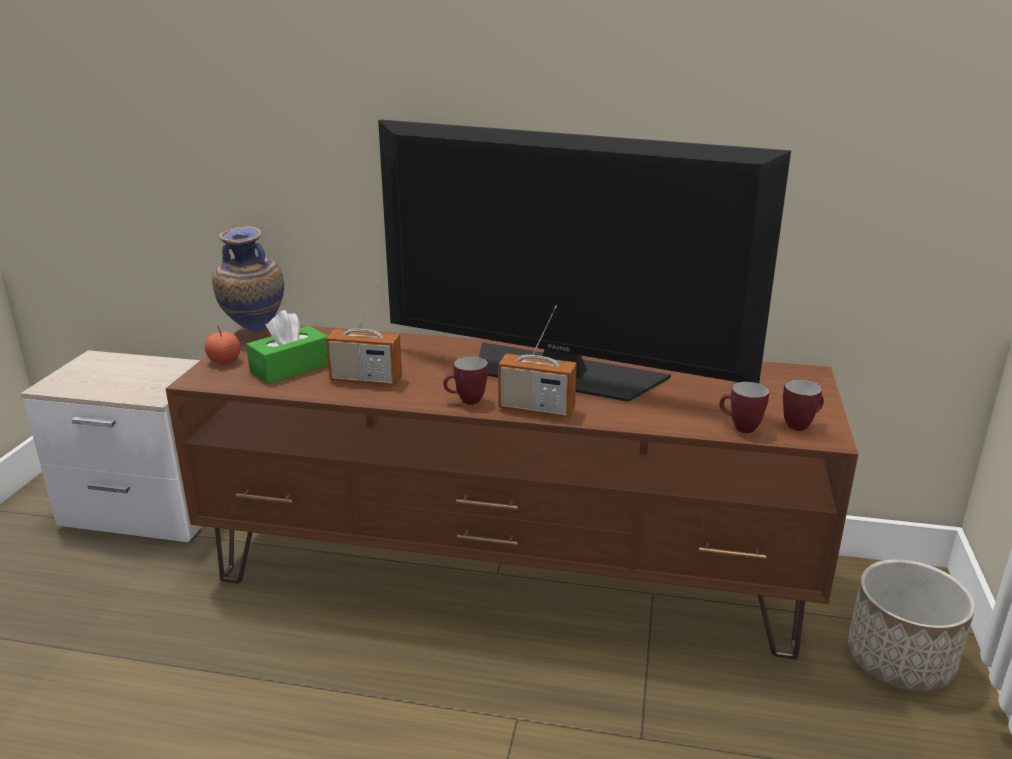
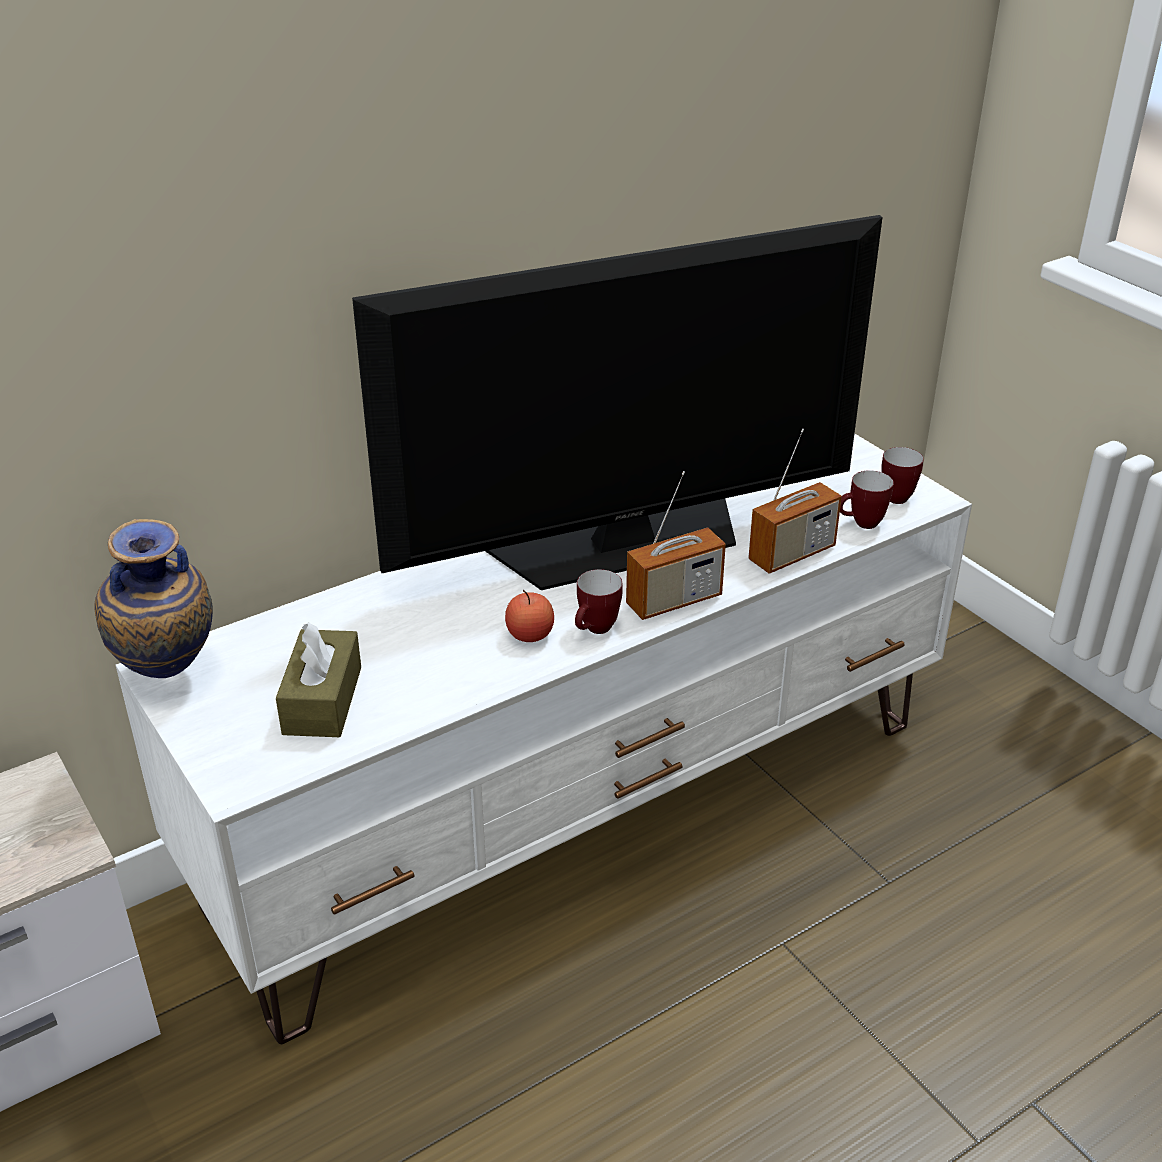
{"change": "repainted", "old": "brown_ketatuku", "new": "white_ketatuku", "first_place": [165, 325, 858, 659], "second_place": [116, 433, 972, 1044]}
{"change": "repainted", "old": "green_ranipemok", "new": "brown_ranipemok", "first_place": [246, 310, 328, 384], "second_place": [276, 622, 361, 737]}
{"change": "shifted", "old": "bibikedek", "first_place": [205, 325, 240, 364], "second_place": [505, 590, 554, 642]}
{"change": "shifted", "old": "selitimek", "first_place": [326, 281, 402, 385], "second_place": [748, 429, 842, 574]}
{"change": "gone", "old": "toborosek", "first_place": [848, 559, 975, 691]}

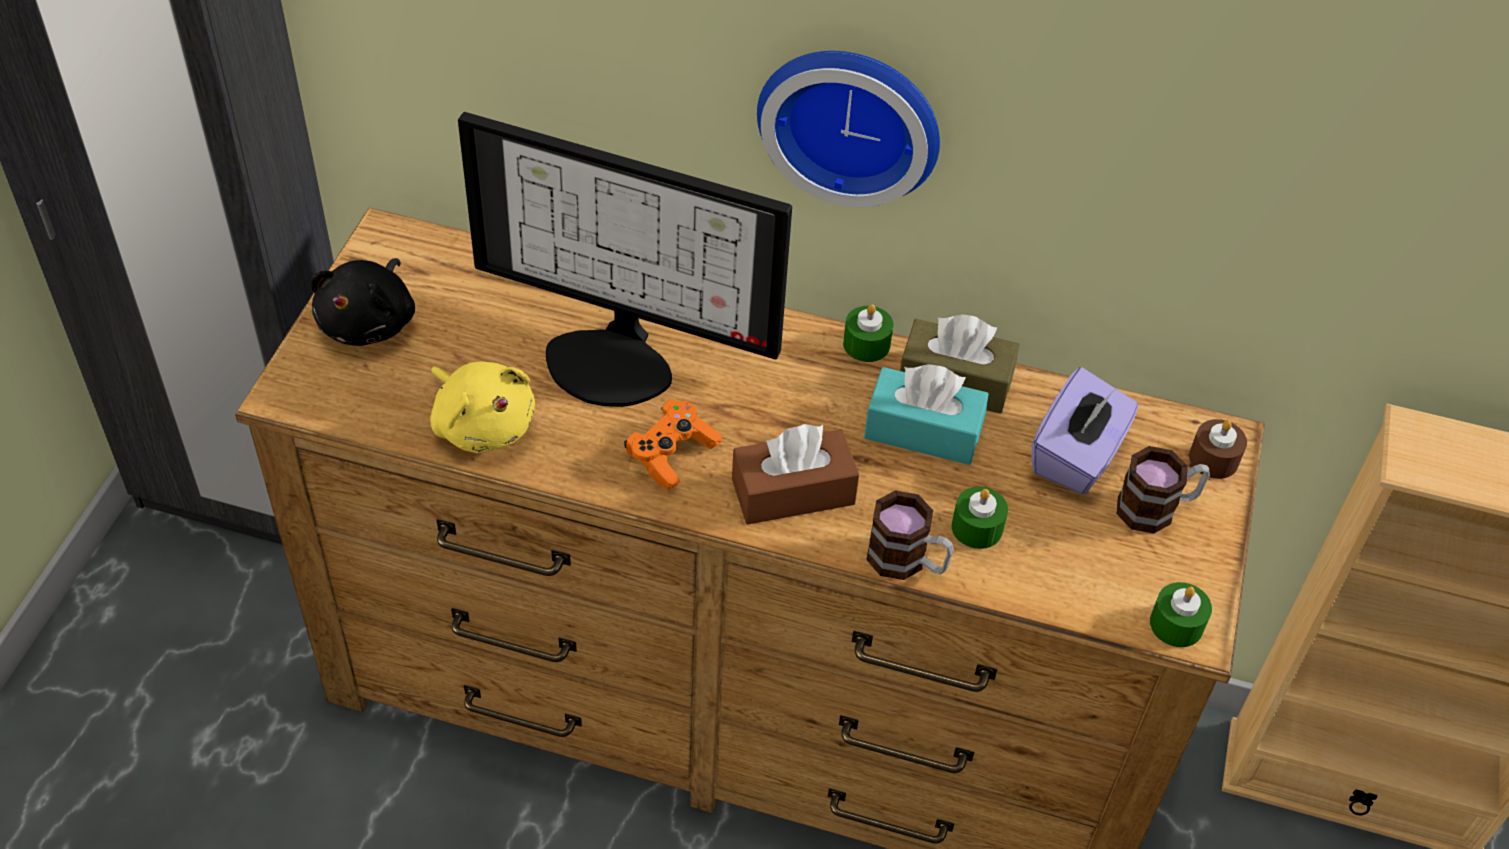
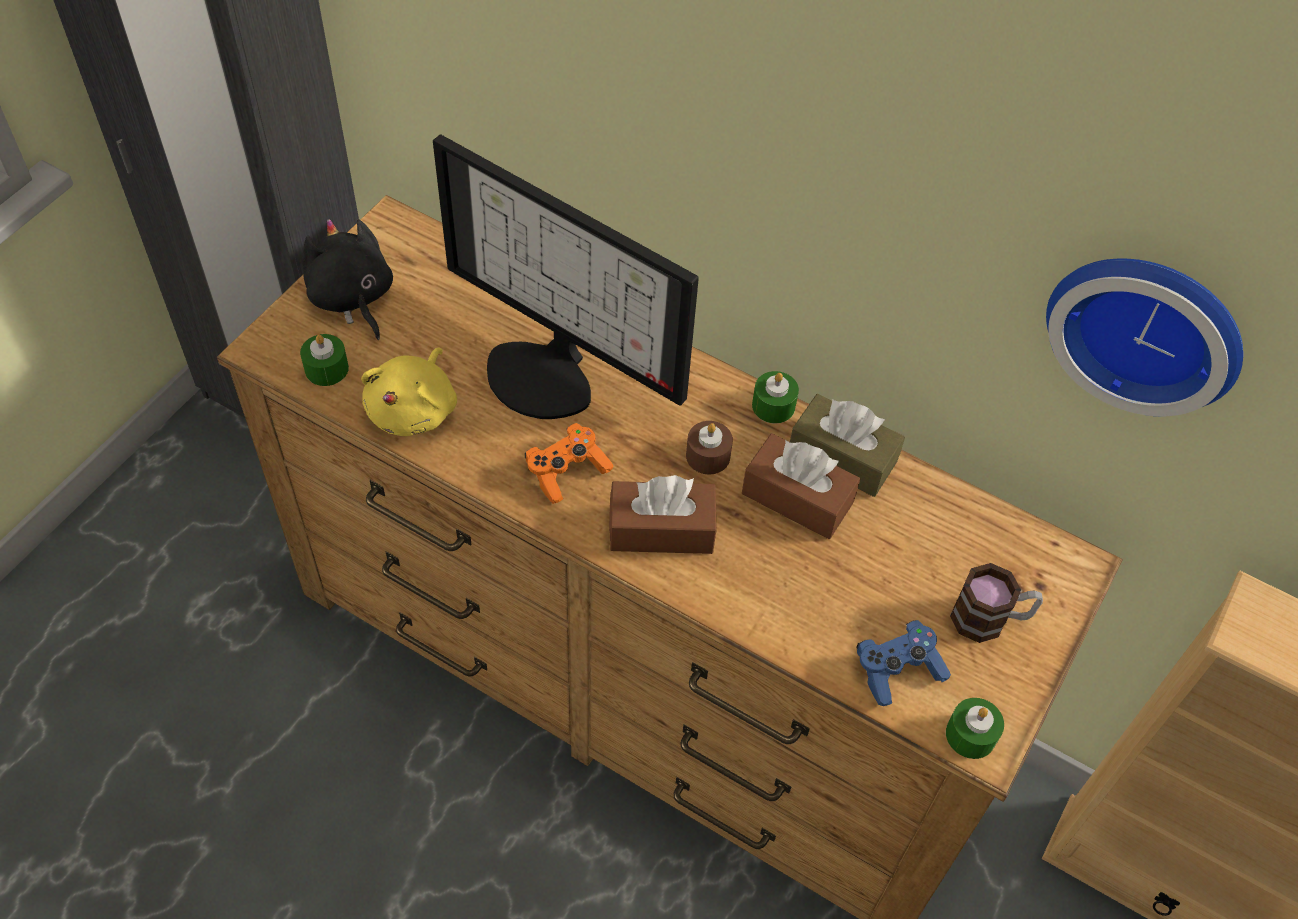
{"change": "shifted", "old": "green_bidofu", "first_place": [952, 487, 1008, 549], "second_place": [300, 334, 349, 386]}
{"change": "rotated", "old": "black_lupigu", "first_place": [310, 258, 415, 346], "second_place": [302, 219, 393, 340], "degrees": 120}
{"change": "rotated", "old": "yellow_lupigu", "first_place": [430, 361, 535, 453], "second_place": [361, 348, 457, 436], "degrees": 45}
{"change": "shifted", "old": "brown_bidofu", "first_place": [1189, 419, 1247, 479], "second_place": [686, 421, 733, 474]}
{"change": "repainted", "old": "turquoise_ranipemok", "new": "brown_ranipemok", "first_place": [864, 364, 989, 465], "second_place": [742, 433, 860, 539]}
{"change": "new", "new": "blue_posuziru", "second_place": [856, 620, 951, 706]}
{"change": "shifted", "old": "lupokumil", "first_place": [757, 51, 940, 207], "second_place": [1046, 259, 1243, 416]}
{"change": "gone", "old": "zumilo", "first_place": [866, 490, 954, 580]}
{"change": "gone", "old": "purple_ranipemok", "first_place": [1031, 367, 1139, 495]}

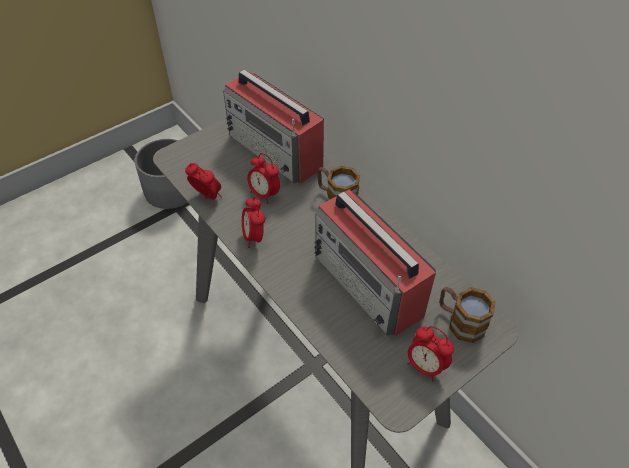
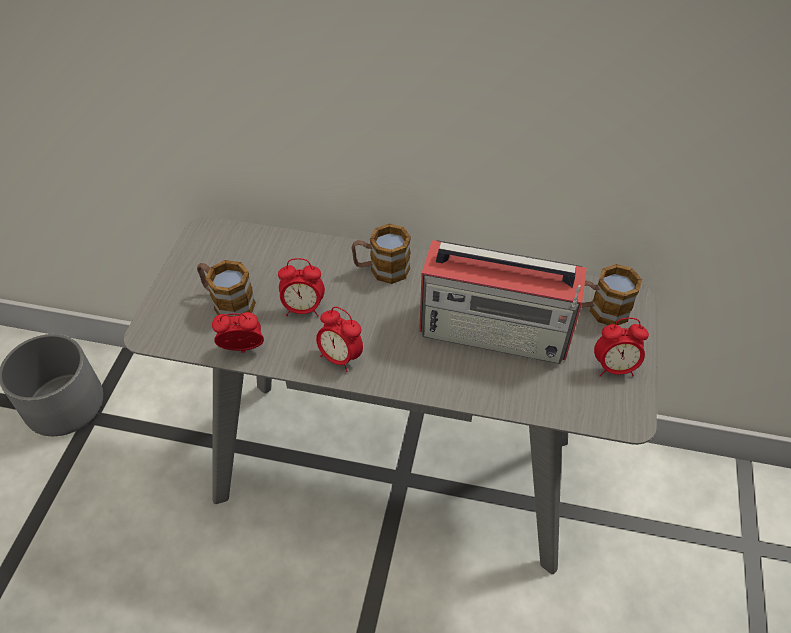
{"change": "new", "new": "zumilo", "second_place": [197, 260, 256, 317]}
{"change": "gone", "old": "selitimek", "first_place": [223, 69, 324, 184]}

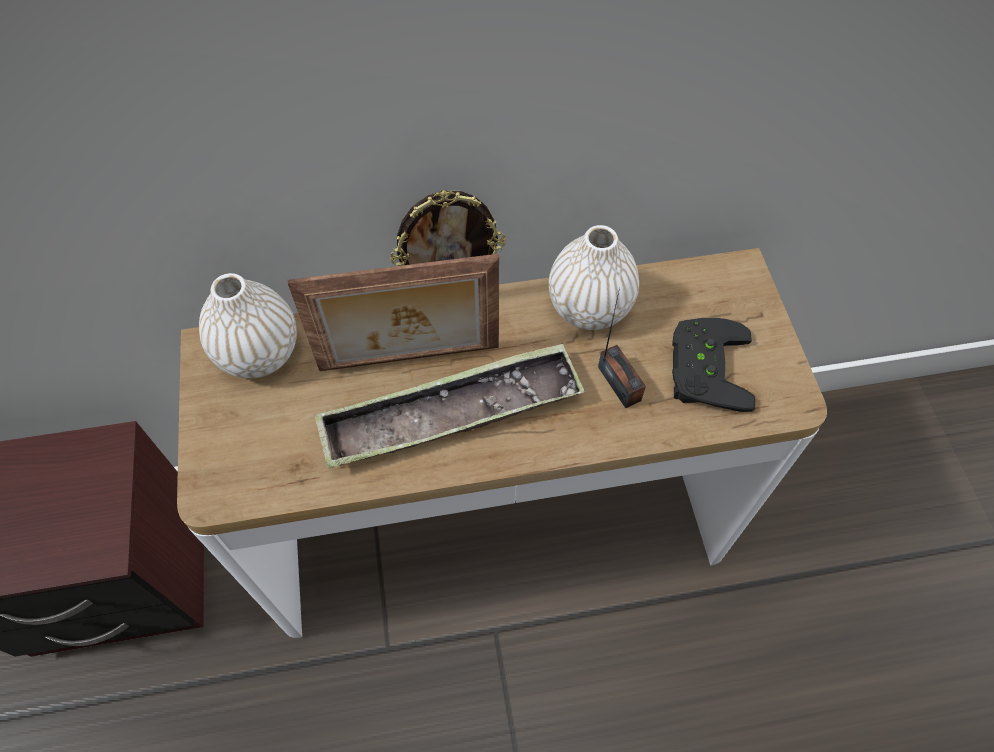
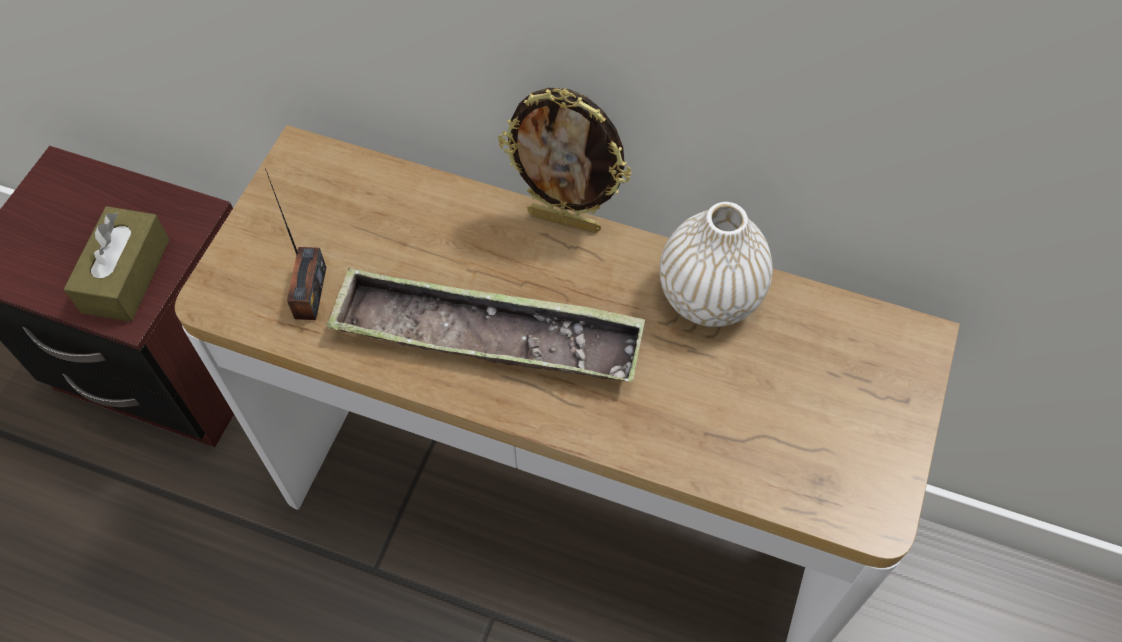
{"change": "new", "new": "brown_ranipemok", "second_place": [64, 206, 170, 322]}
{"change": "shifted", "old": "selitimek", "first_place": [598, 287, 646, 409], "second_place": [265, 168, 326, 320]}
{"change": "gone", "old": "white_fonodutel", "first_place": [199, 273, 297, 378]}
{"change": "gone", "old": "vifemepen", "first_place": [288, 254, 499, 371]}
{"change": "gone", "old": "black_posuziru", "first_place": [672, 318, 755, 412]}

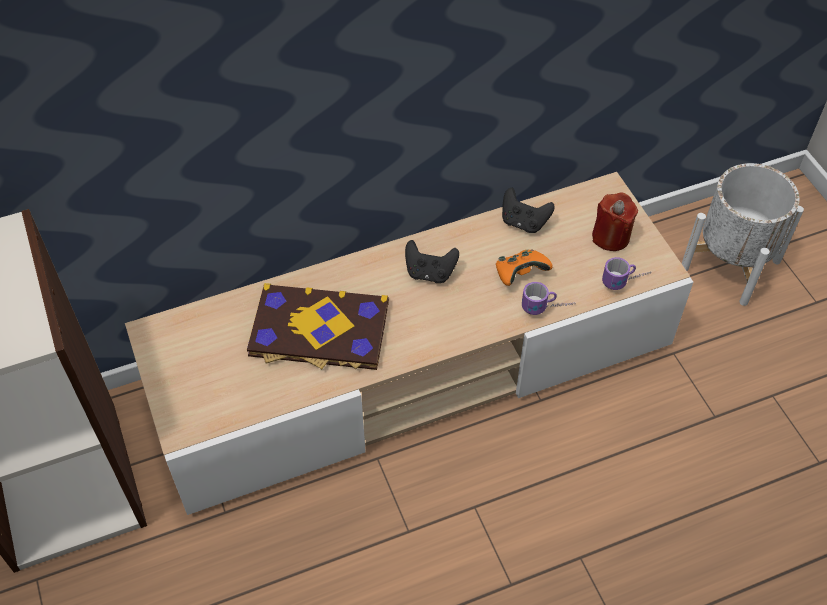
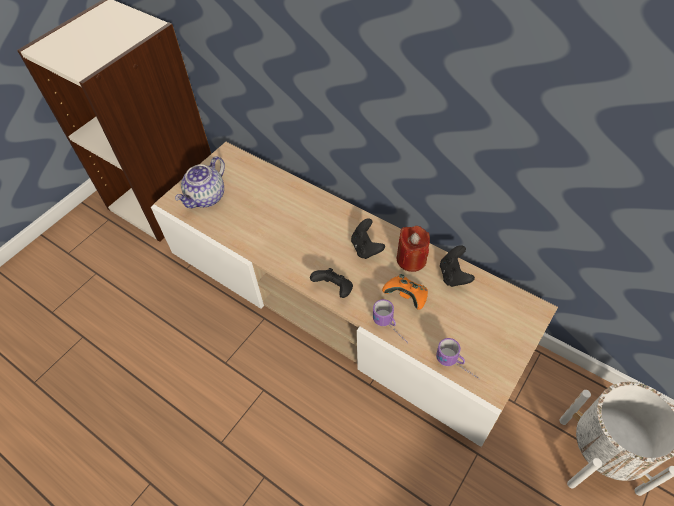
{"change": "new", "new": "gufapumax", "second_place": [175, 156, 225, 208]}
{"change": "new", "new": "black_posuziru", "second_place": [310, 268, 353, 298]}
{"change": "shifted", "old": "red_bidofu", "first_place": [592, 192, 638, 251], "second_place": [397, 226, 430, 272]}
{"change": "gone", "old": "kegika", "first_place": [247, 283, 389, 370]}

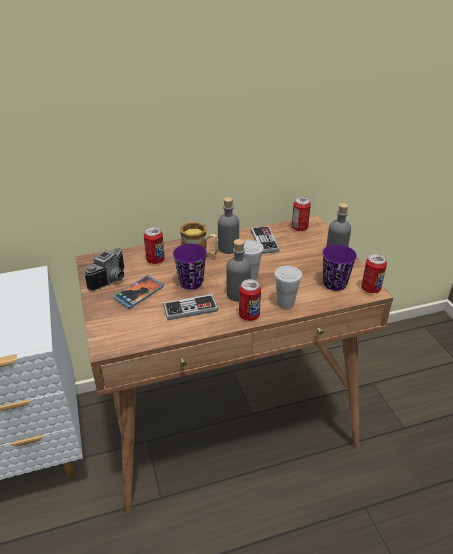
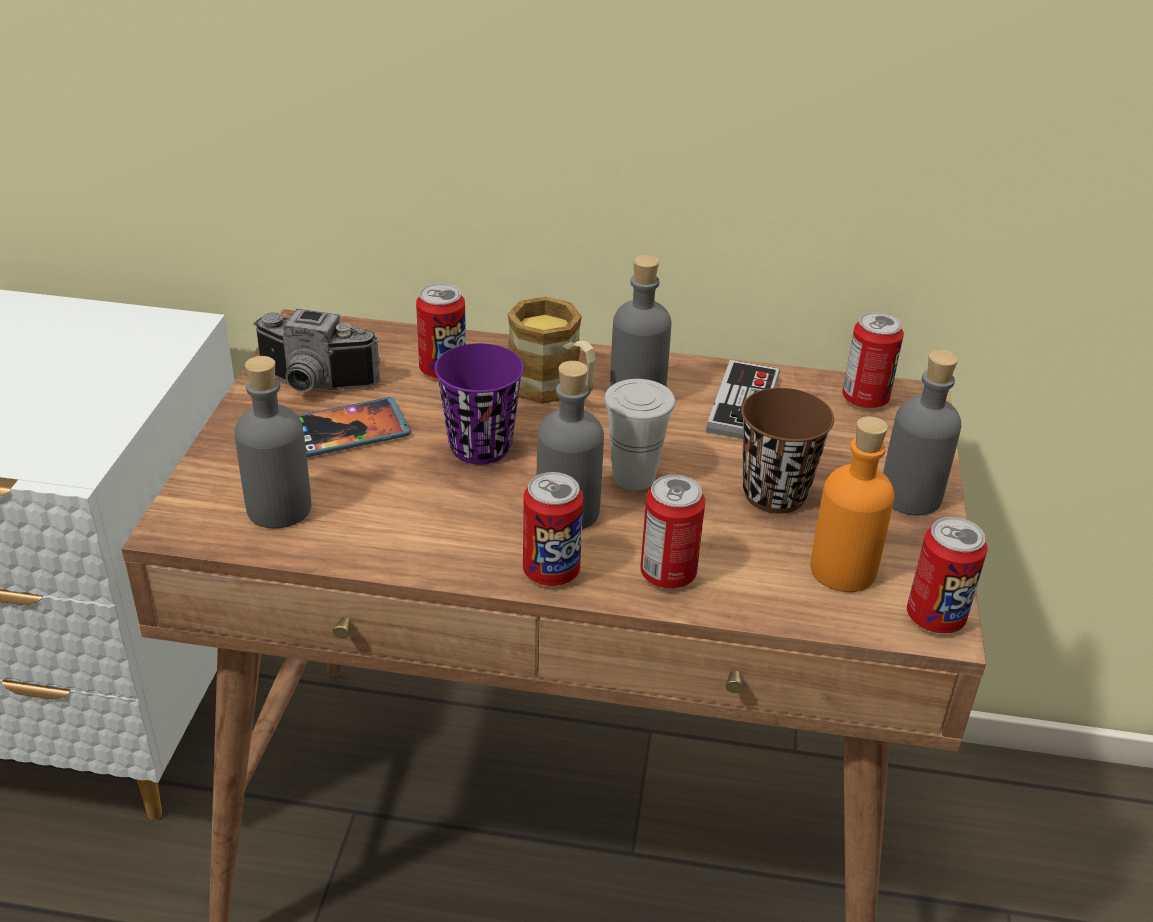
{"change": "new", "new": "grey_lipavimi", "second_place": [234, 356, 311, 528]}
{"change": "rotated", "old": "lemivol", "first_place": [84, 248, 124, 291], "second_place": [253, 308, 380, 392], "degrees": 45}
{"change": "swapped", "old": "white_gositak", "new": "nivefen", "first_place": [274, 266, 302, 309], "second_place": [640, 475, 705, 589]}
{"change": "new", "new": "brown_gositak", "second_place": [741, 388, 834, 514]}
{"change": "swapped", "old": "purple_gositak", "new": "orange_lipavimi", "first_place": [322, 245, 357, 291], "second_place": [810, 416, 894, 592]}
{"change": "gone", "old": "posuziru", "first_place": [163, 294, 218, 320]}

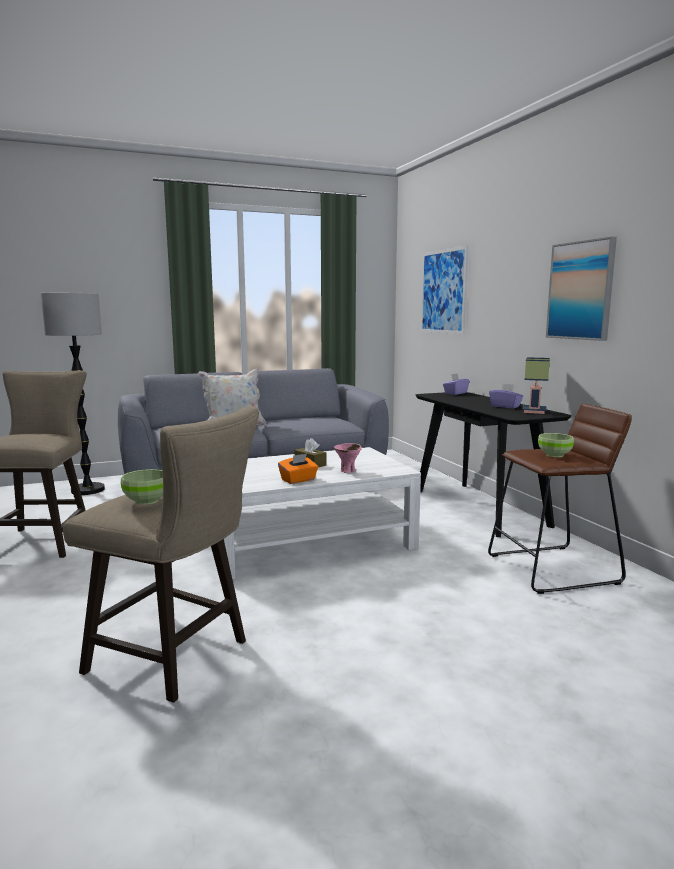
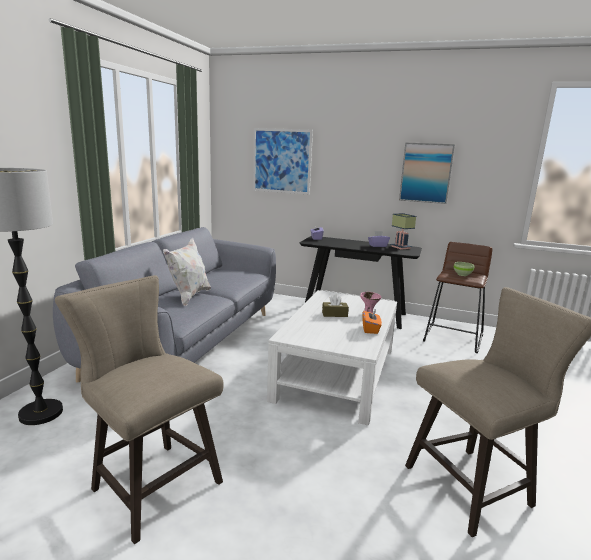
{"change": "gone", "old": "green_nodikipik", "first_place": [121, 469, 163, 505]}

